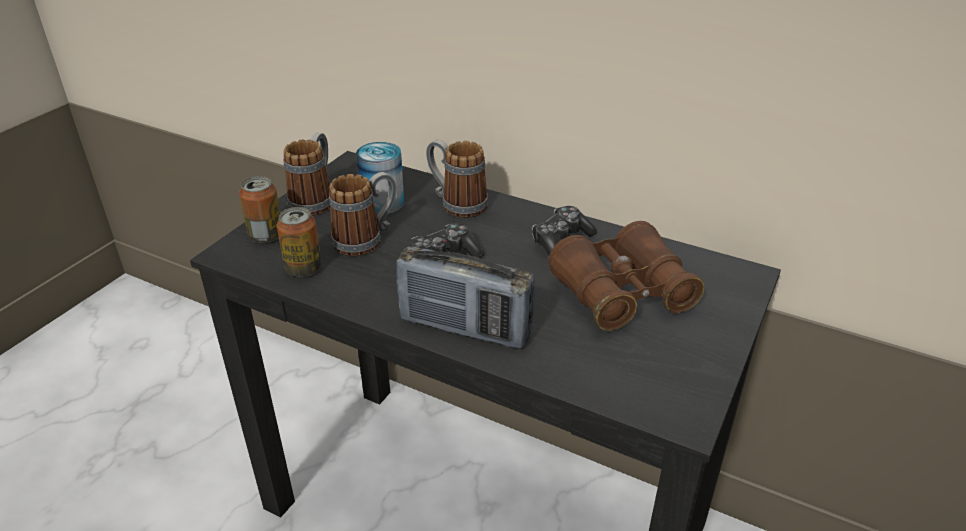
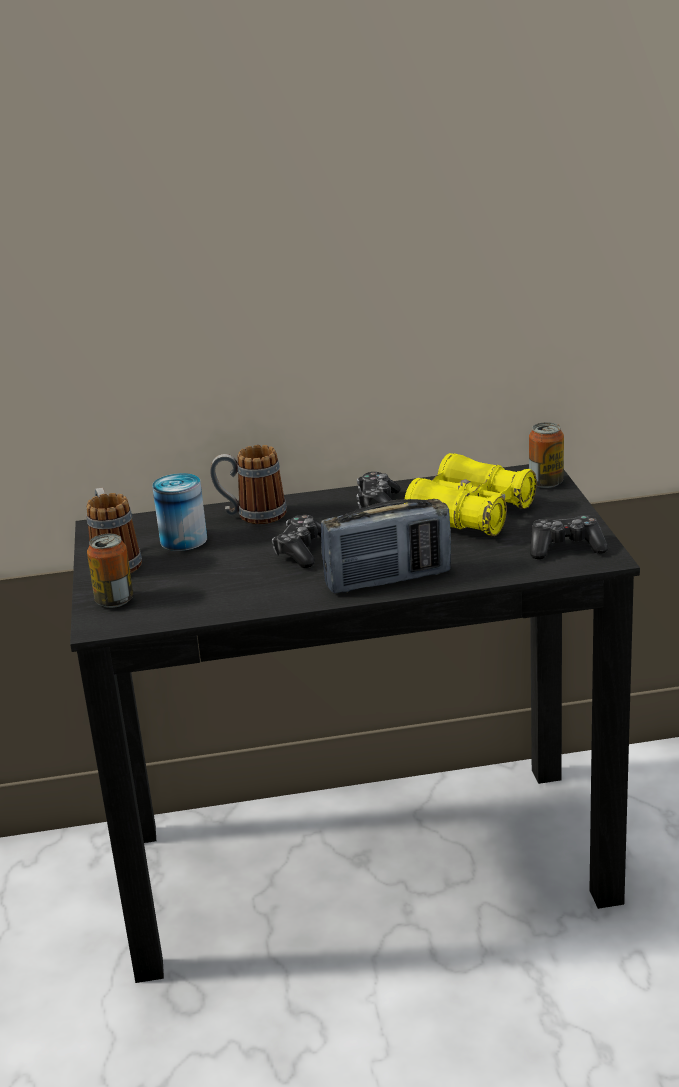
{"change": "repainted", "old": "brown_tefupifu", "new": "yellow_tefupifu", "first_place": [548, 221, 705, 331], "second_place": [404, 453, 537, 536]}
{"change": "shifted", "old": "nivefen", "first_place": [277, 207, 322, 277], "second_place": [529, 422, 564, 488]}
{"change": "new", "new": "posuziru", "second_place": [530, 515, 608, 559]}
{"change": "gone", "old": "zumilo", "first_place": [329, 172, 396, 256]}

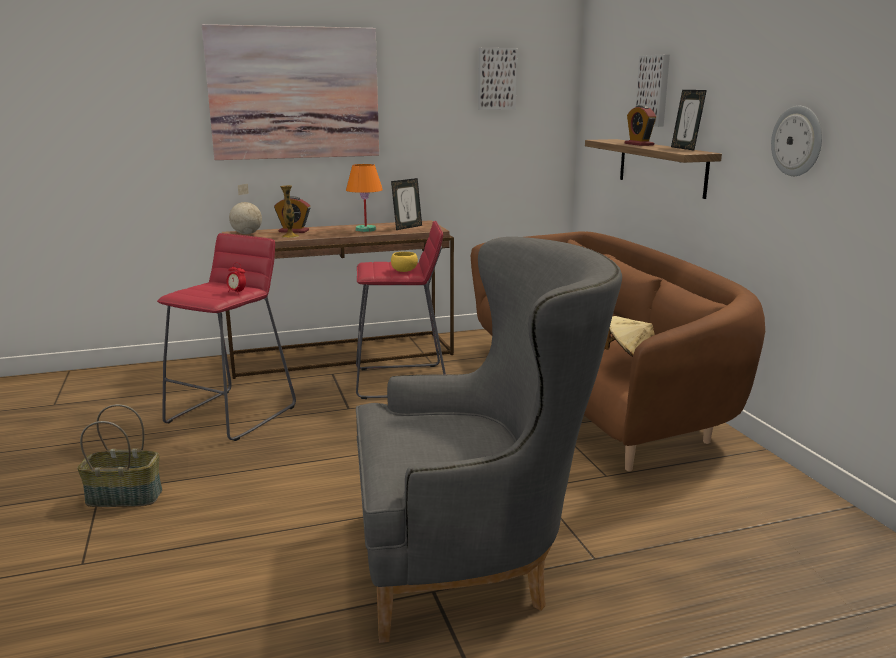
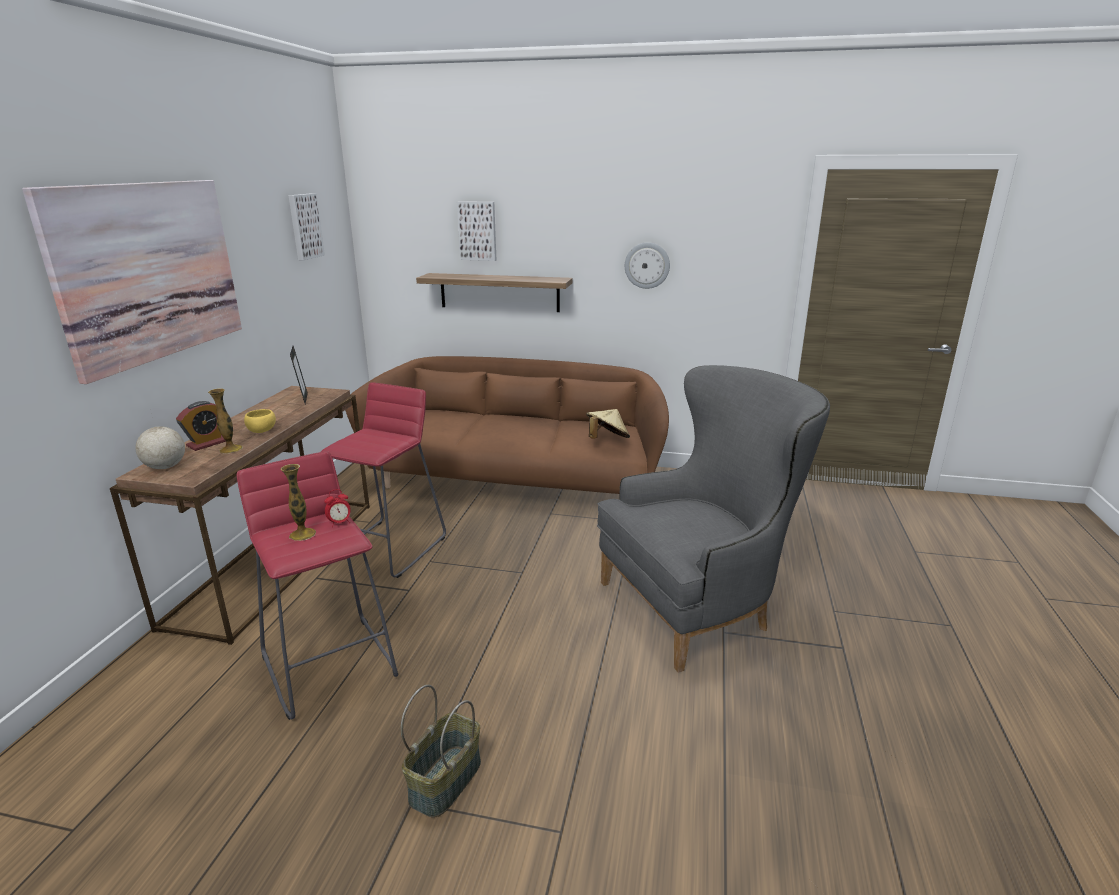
{"change": "shifted", "old": "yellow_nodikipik", "first_place": [391, 252, 418, 272], "second_place": [244, 409, 276, 433]}
{"change": "new", "new": "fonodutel", "second_place": [281, 464, 316, 541]}
{"change": "rotated", "old": "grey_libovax", "first_place": [356, 237, 622, 643], "second_place": [597, 365, 830, 673], "degrees": 45}
{"change": "gone", "old": "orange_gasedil", "first_place": [346, 164, 383, 232]}
{"change": "gone", "old": "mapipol", "first_place": [625, 105, 656, 146]}
{"change": "gone", "old": "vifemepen", "first_place": [671, 90, 707, 151]}

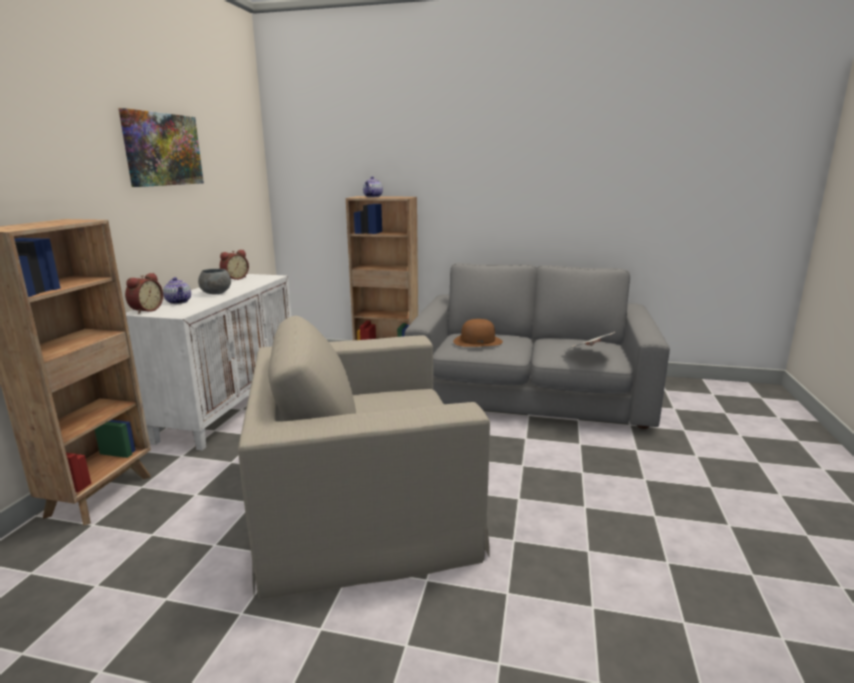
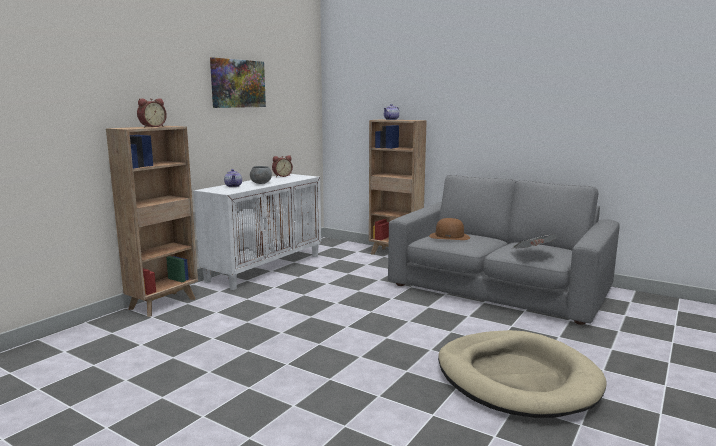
{"change": "shifted", "old": "mapipol", "first_place": [125, 273, 163, 314], "second_place": [137, 98, 167, 127]}
{"change": "new", "new": "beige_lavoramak", "second_place": [438, 330, 606, 418]}
{"change": "gone", "old": "beige_libovax", "first_place": [238, 316, 490, 600]}

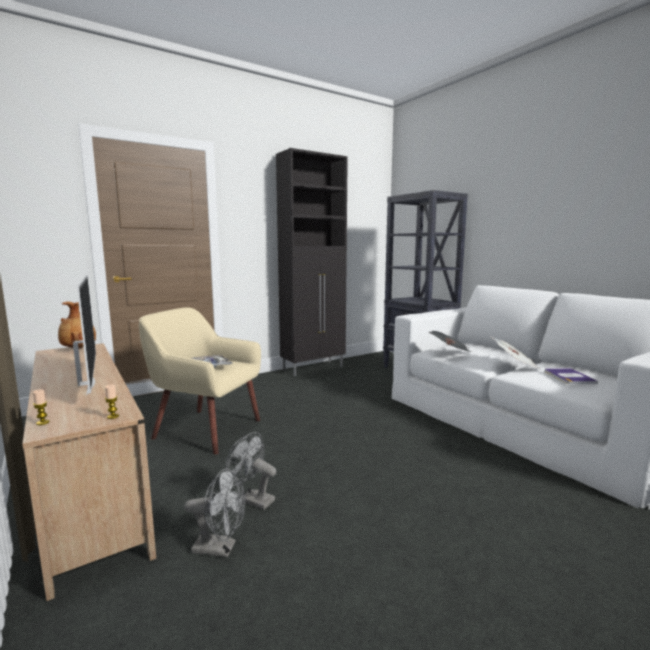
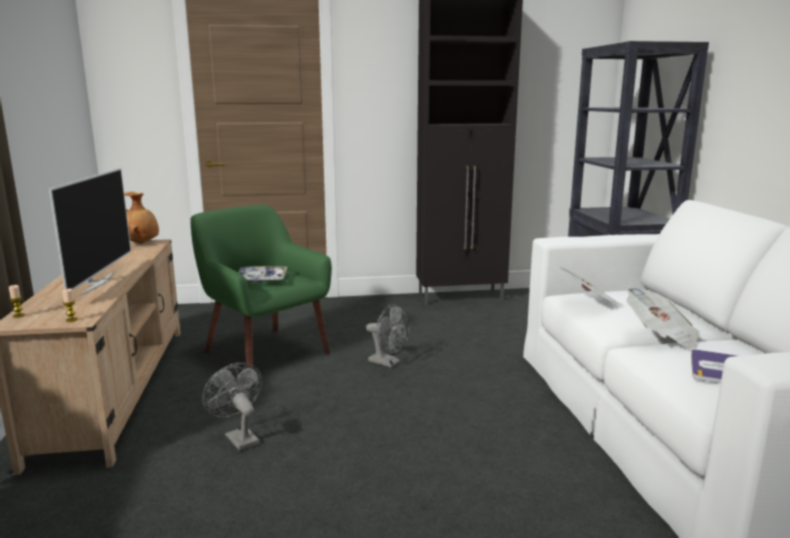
{"change": "repainted", "old": "beige_libovax", "new": "green_libovax", "first_place": [139, 307, 261, 455], "second_place": [190, 205, 332, 369]}
{"change": "shifted", "old": "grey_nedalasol", "first_place": [184, 469, 245, 557], "second_place": [366, 304, 410, 368]}

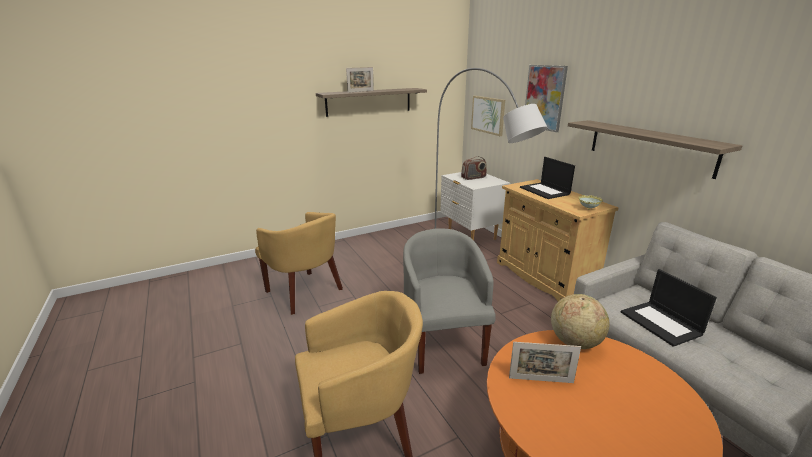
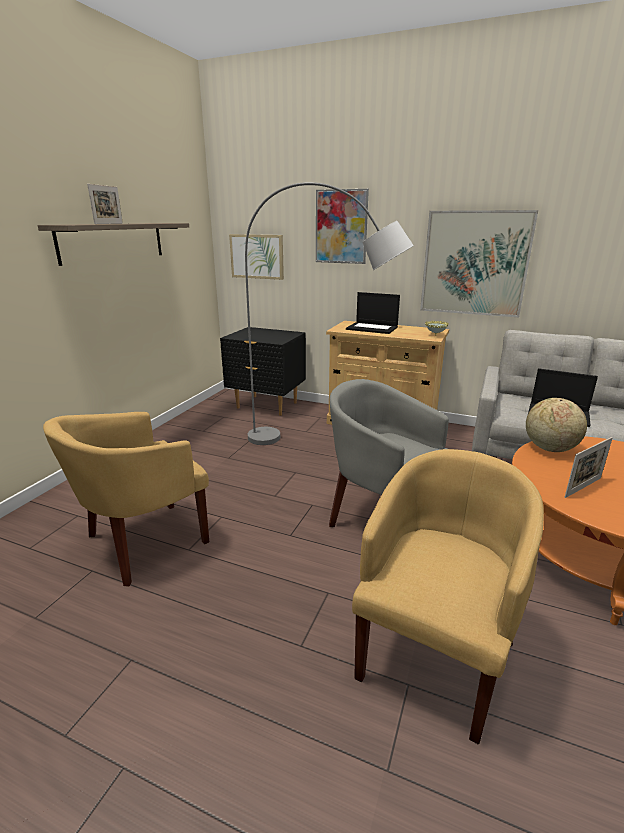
{"change": "rotated", "old": "yellow_libovax", "first_place": [255, 212, 343, 315], "second_place": [43, 412, 209, 587], "degrees": 135}
{"change": "repainted", "old": "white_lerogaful", "new": "black_lerogaful", "first_place": [440, 172, 510, 240], "second_place": [220, 327, 306, 416]}
{"change": "swapped", "old": "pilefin", "new": "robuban", "first_place": [568, 120, 743, 179], "second_place": [420, 210, 538, 317]}
{"change": "gone", "old": "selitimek", "first_place": [461, 156, 487, 180]}

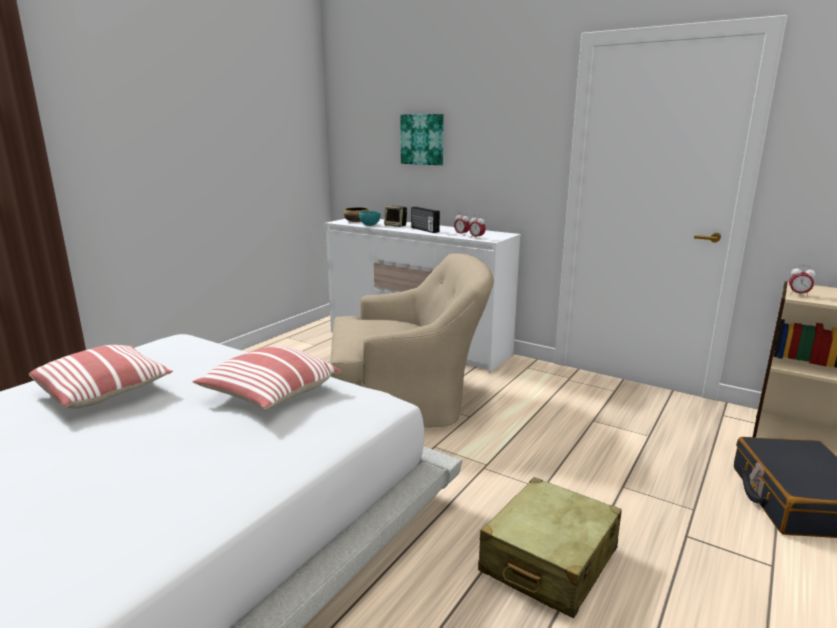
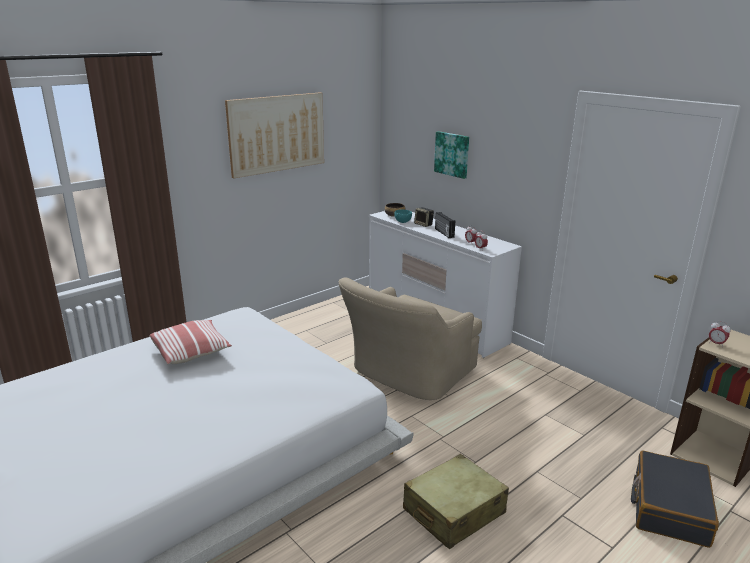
{"change": "new", "new": "robuban", "second_place": [225, 92, 324, 178]}
{"change": "rotated", "old": "beige_libovax", "first_place": [330, 253, 494, 428], "second_place": [339, 278, 482, 400], "degrees": 120}
{"change": "gone", "old": "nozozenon", "first_place": [192, 346, 341, 410]}

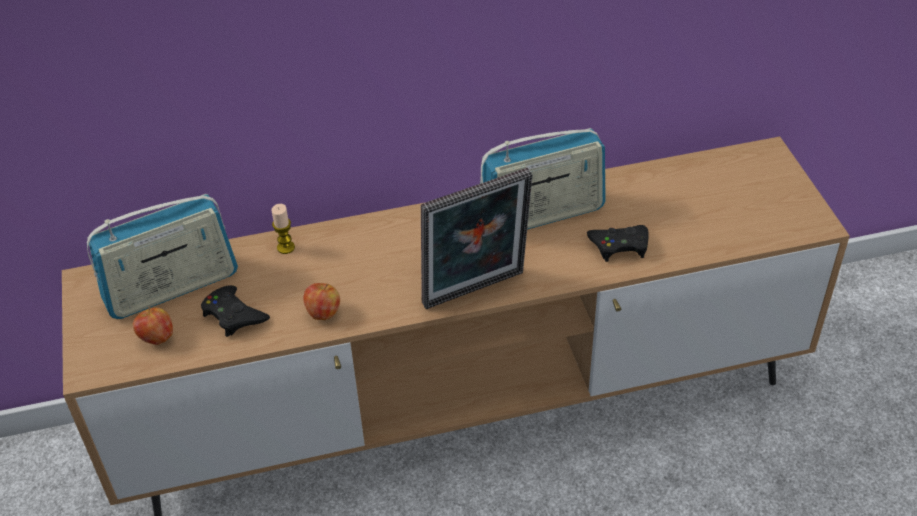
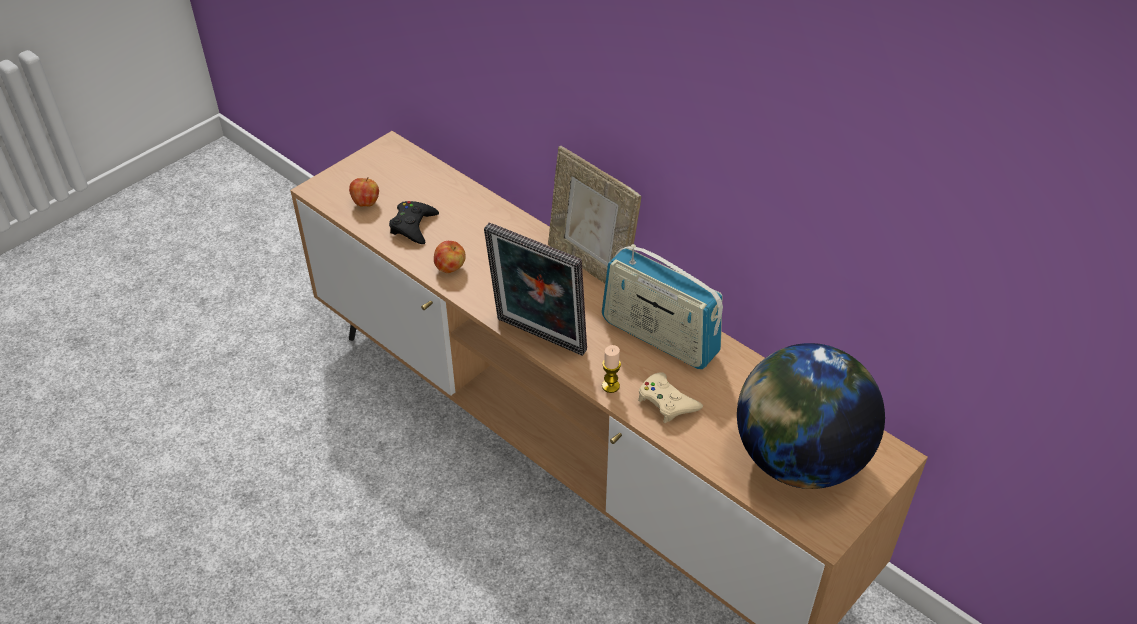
{"change": "new", "new": "vifemepen", "second_place": [548, 146, 641, 283]}
{"change": "shifted", "old": "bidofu", "first_place": [271, 204, 295, 254], "second_place": [602, 345, 621, 393]}
{"change": "repainted", "old": "black_posuziru", "new": "beige_posuziru", "first_place": [587, 225, 649, 262], "second_place": [638, 372, 703, 423]}
{"change": "new", "new": "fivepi", "second_place": [737, 343, 885, 489]}
{"change": "gone", "old": "selitimek", "first_place": [87, 194, 238, 319]}

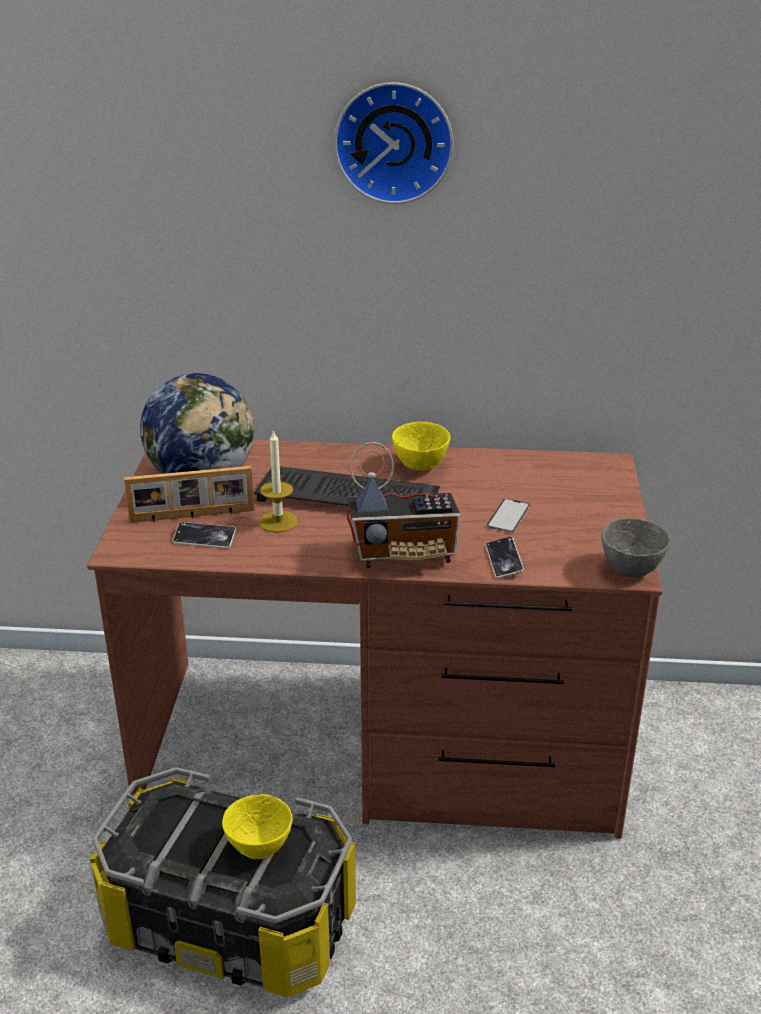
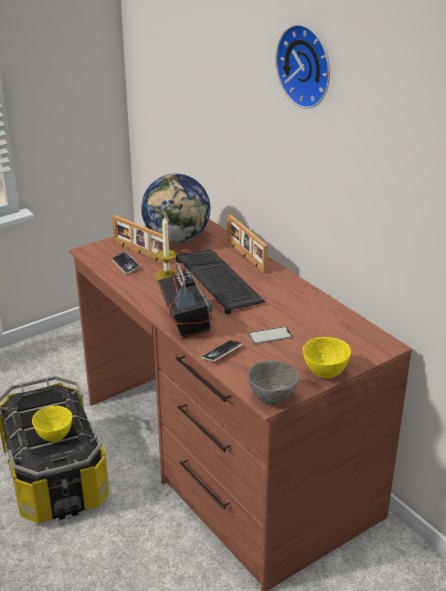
{"change": "rotated", "old": "selitimek", "first_place": [347, 442, 461, 568], "second_place": [158, 262, 213, 338], "degrees": -150}
{"change": "new", "new": "vifemepen", "second_place": [228, 214, 268, 273]}
{"change": "shifted", "old": "yellow_nodikipik", "first_place": [392, 422, 451, 471], "second_place": [303, 337, 351, 378]}

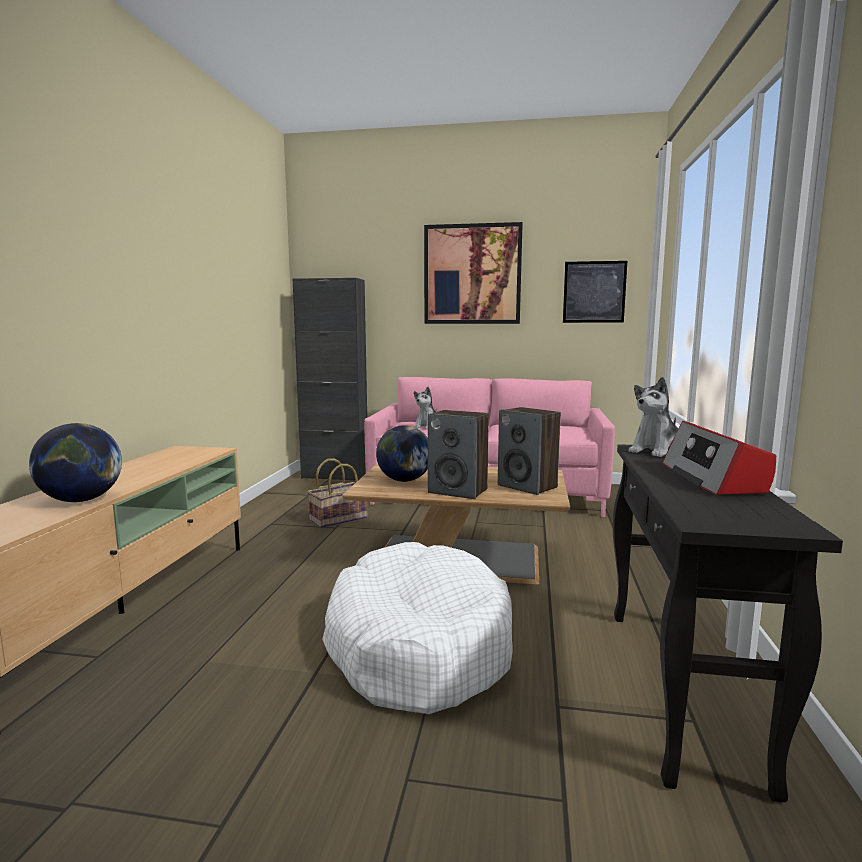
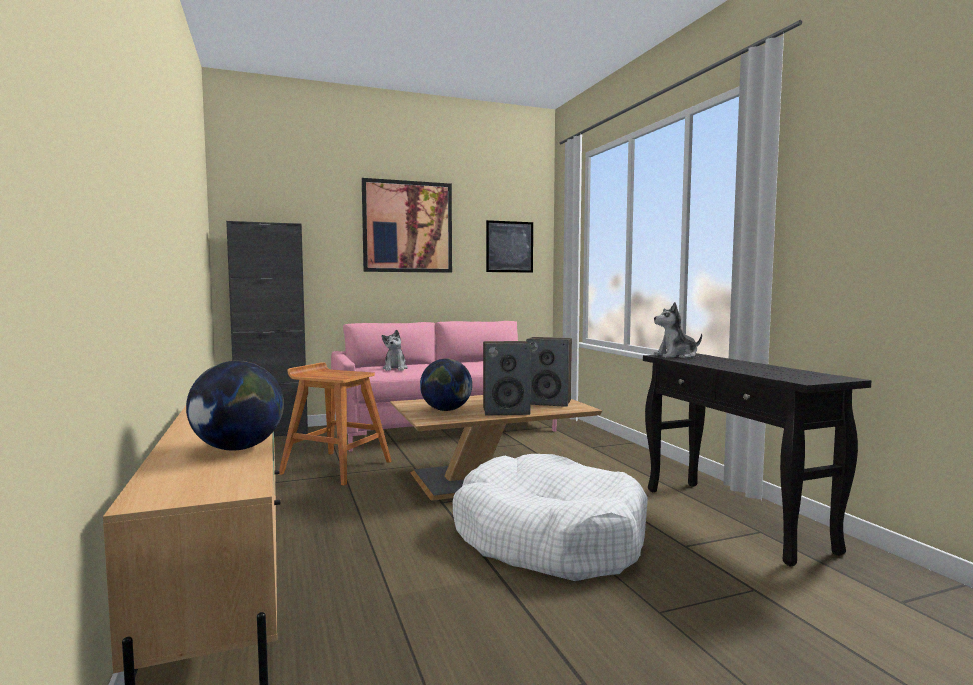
{"change": "swapped", "old": "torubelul", "new": "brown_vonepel", "first_place": [307, 458, 368, 528], "second_place": [279, 362, 392, 486]}
{"change": "rotated", "old": "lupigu", "first_place": [629, 377, 678, 457], "second_place": [653, 302, 702, 358], "degrees": 60}
{"change": "gone", "old": "selitimek", "first_place": [662, 421, 776, 495]}

